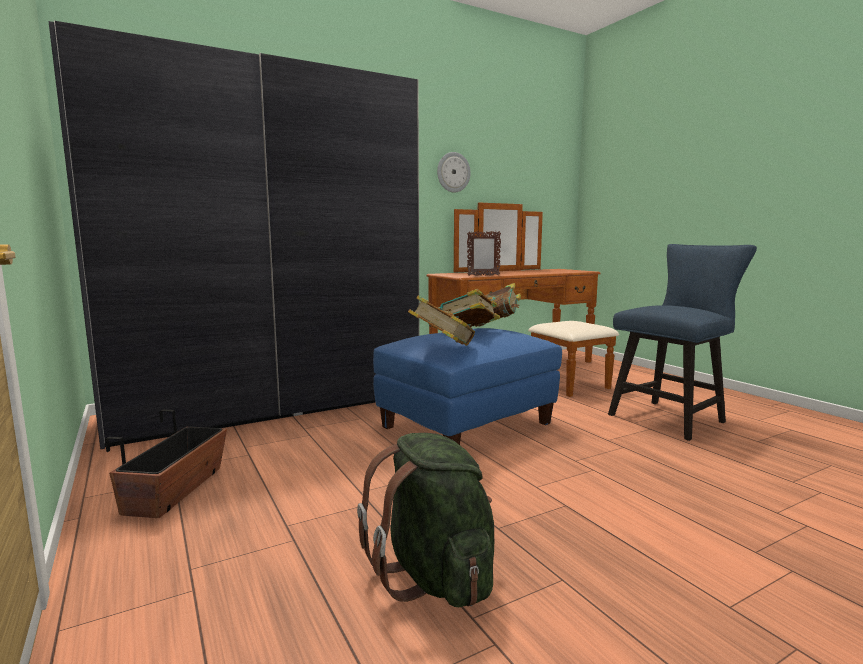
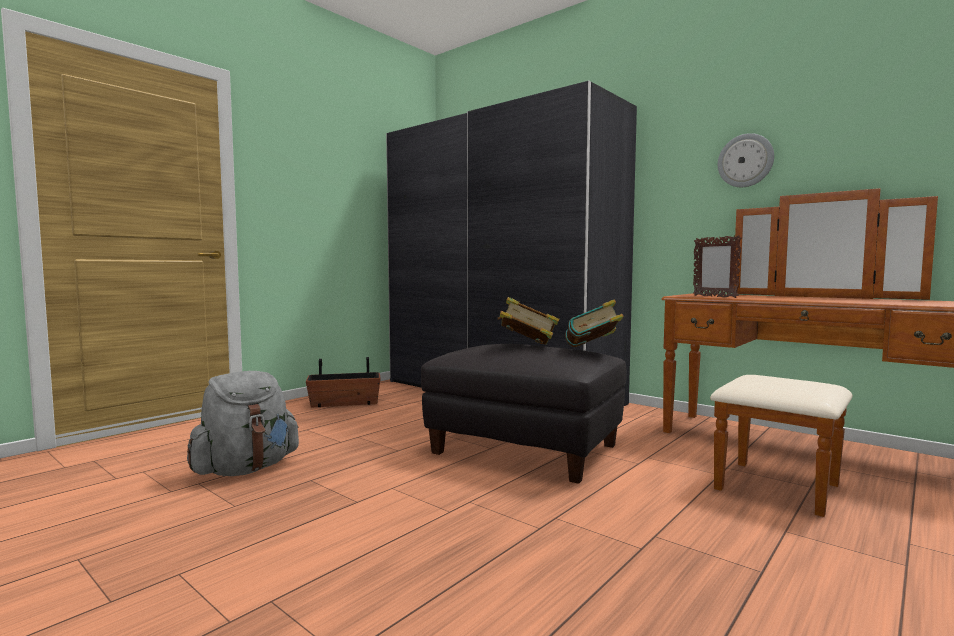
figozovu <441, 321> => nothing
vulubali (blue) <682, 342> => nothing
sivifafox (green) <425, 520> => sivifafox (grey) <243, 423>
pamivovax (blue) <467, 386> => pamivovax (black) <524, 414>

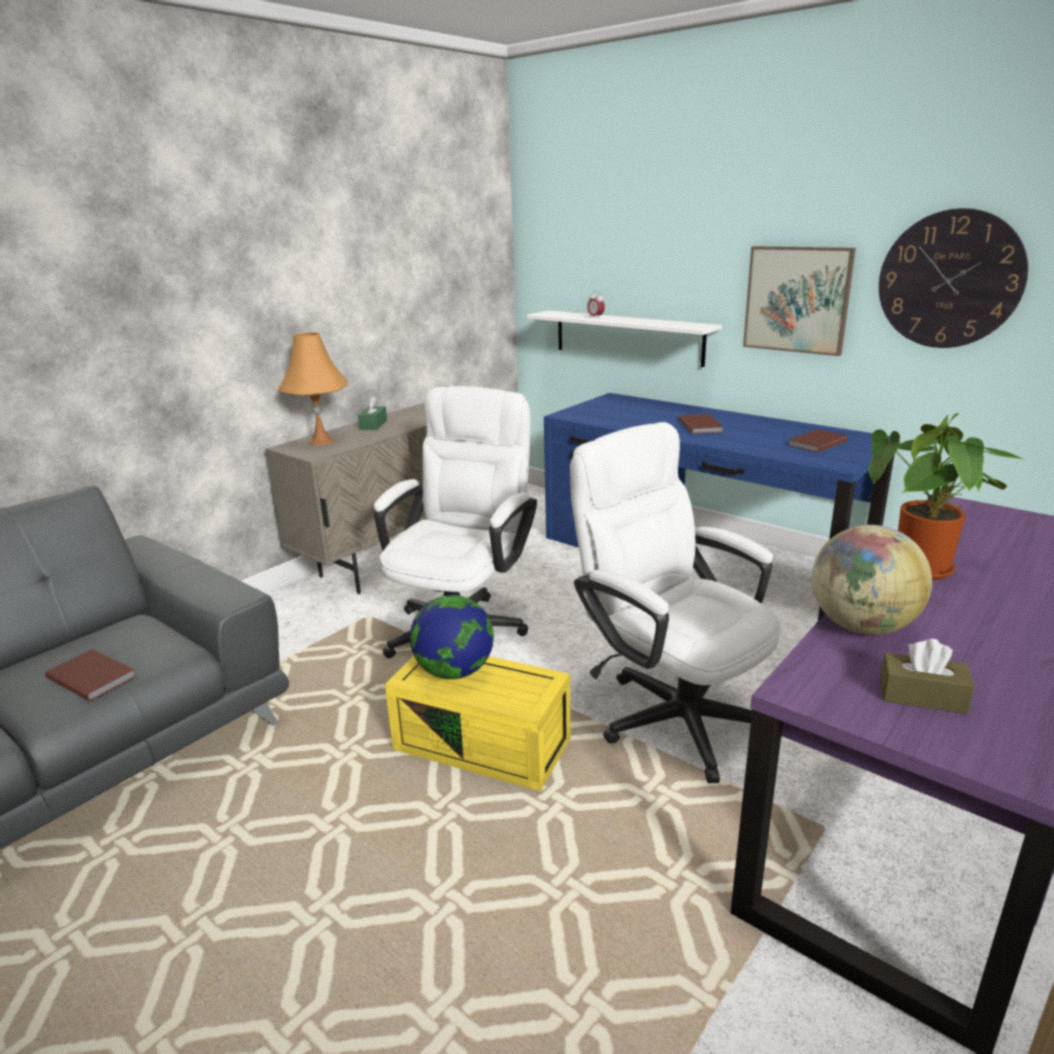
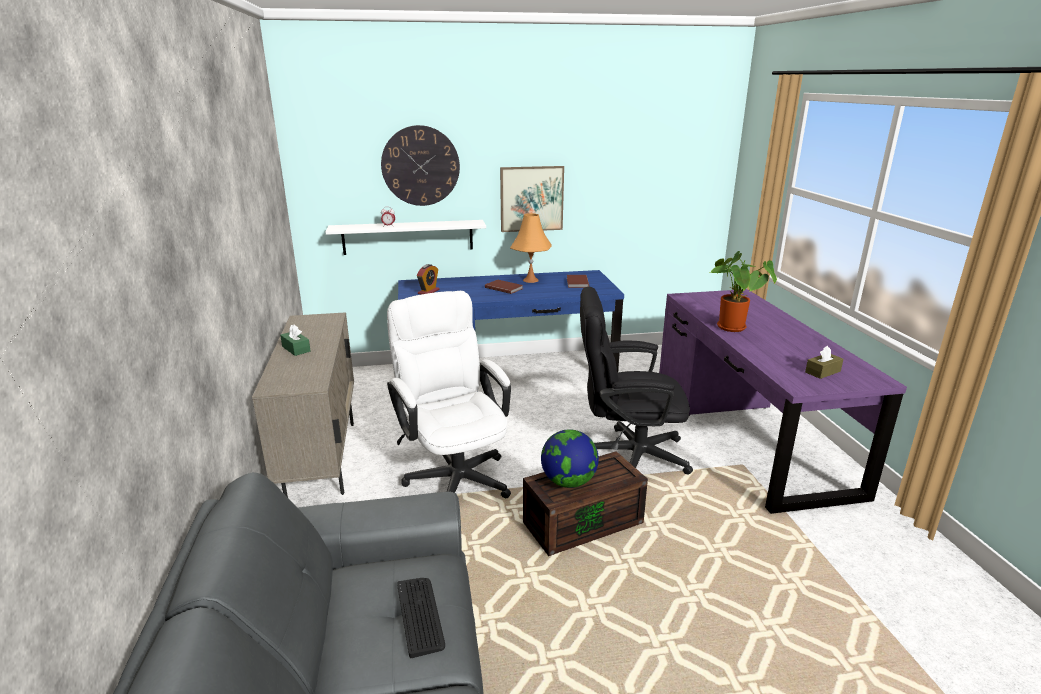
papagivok <872, 580> => nothing
nothing => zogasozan <428, 279>
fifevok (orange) <313, 388> => fifevok (orange) <531, 248>, move
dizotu <953, 278> => dizotu <420, 165>, move
figozovu (brown) <90, 675> => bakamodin <421, 618>
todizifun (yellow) <477, 723> => todizifun (brown) <585, 503>
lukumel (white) <676, 602> => lukumel (black) <636, 381>

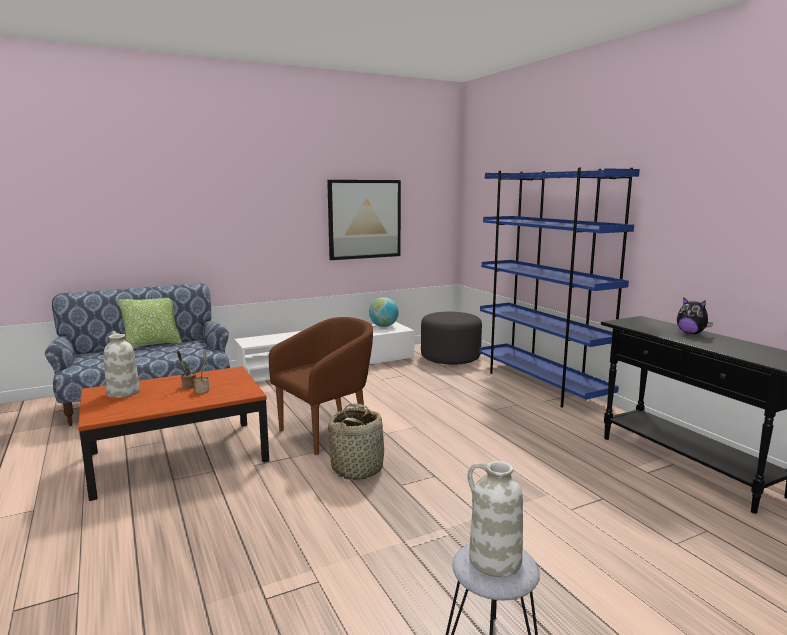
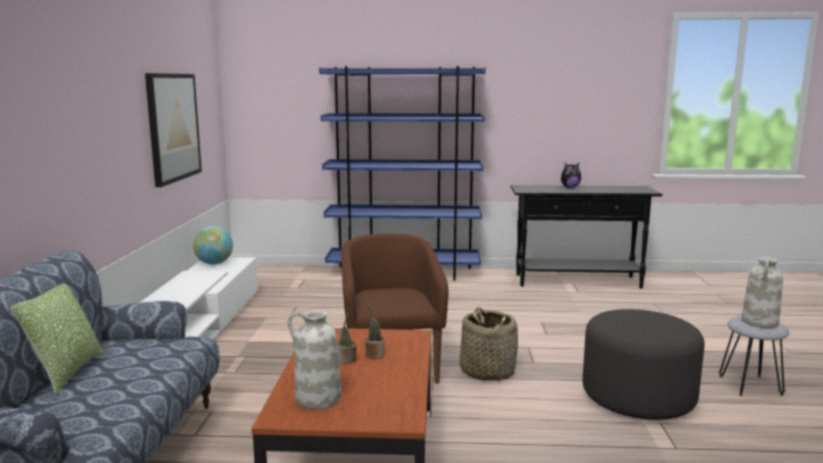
pamivovax (grey) <451, 338> => pamivovax (grey) <644, 364>, move

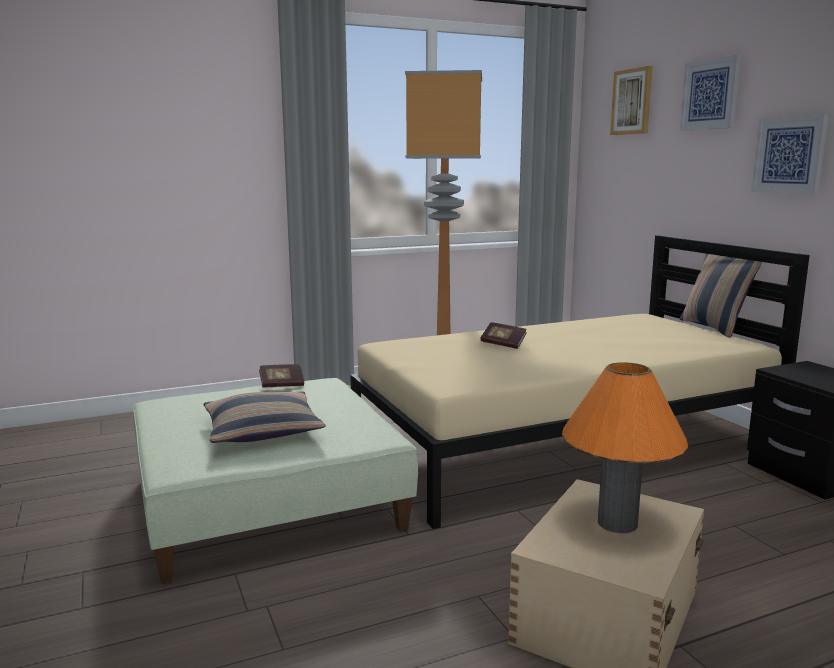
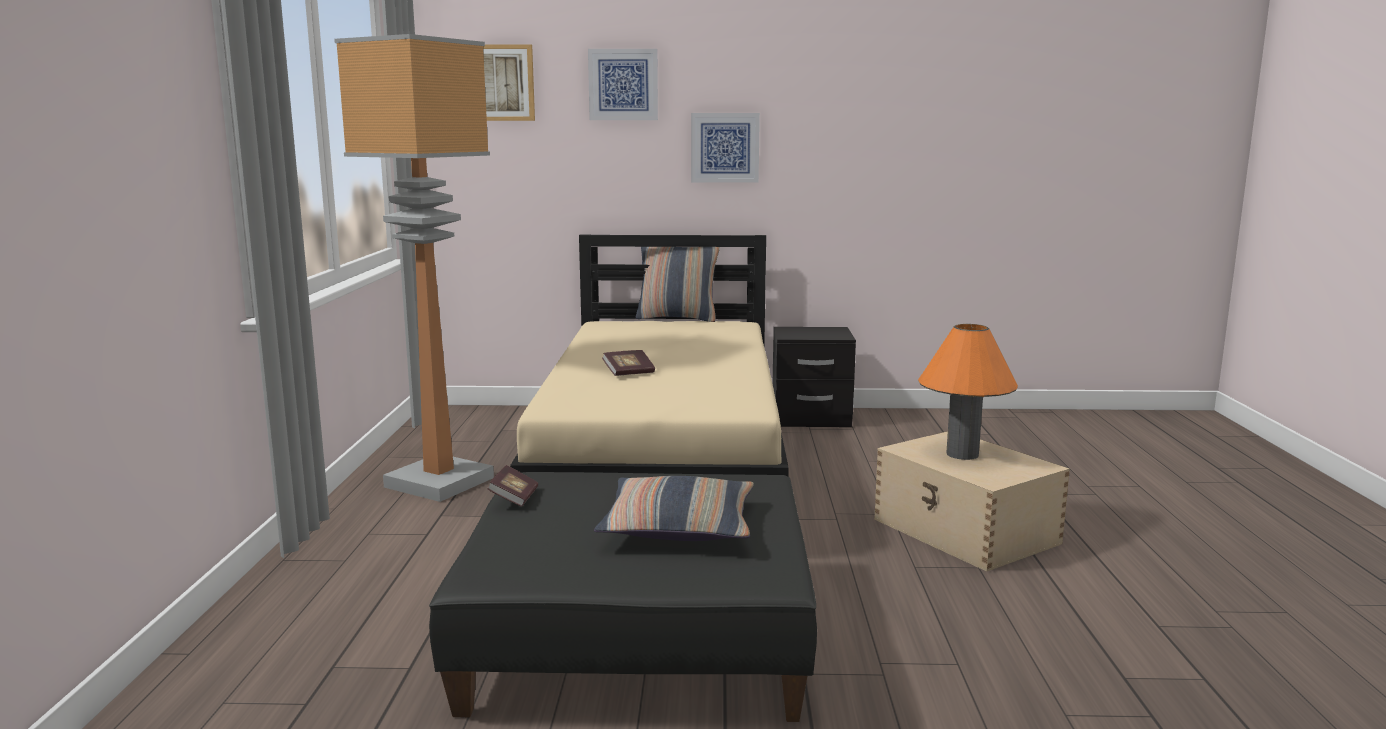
pamivovax (green) <275, 481> => pamivovax (black) <623, 597>

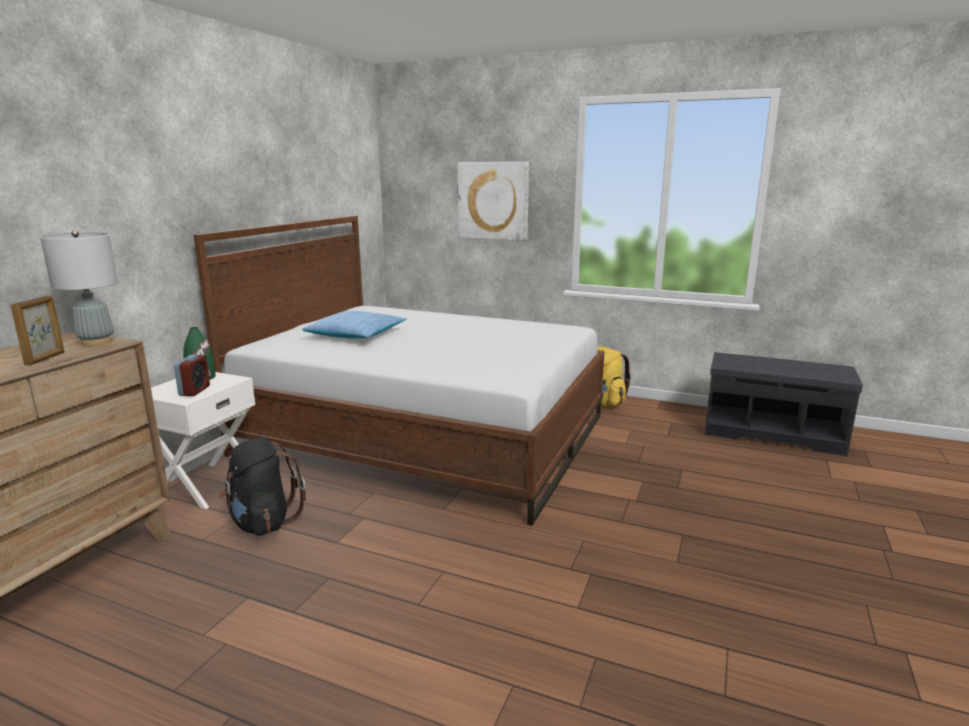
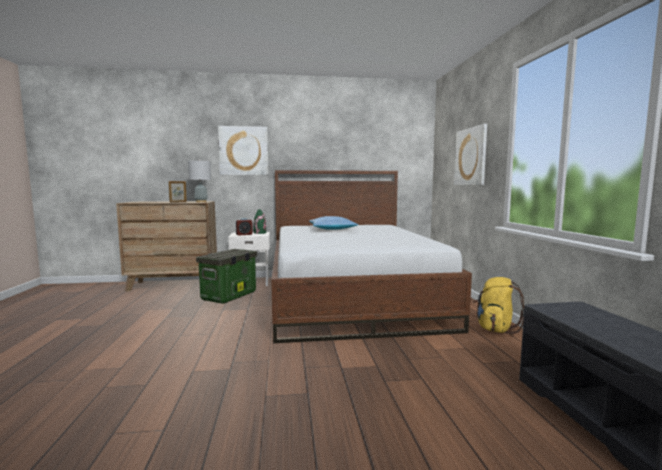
nothing => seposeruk <243, 150>
sivifafox (black) <262, 487> => todizifun <226, 276>

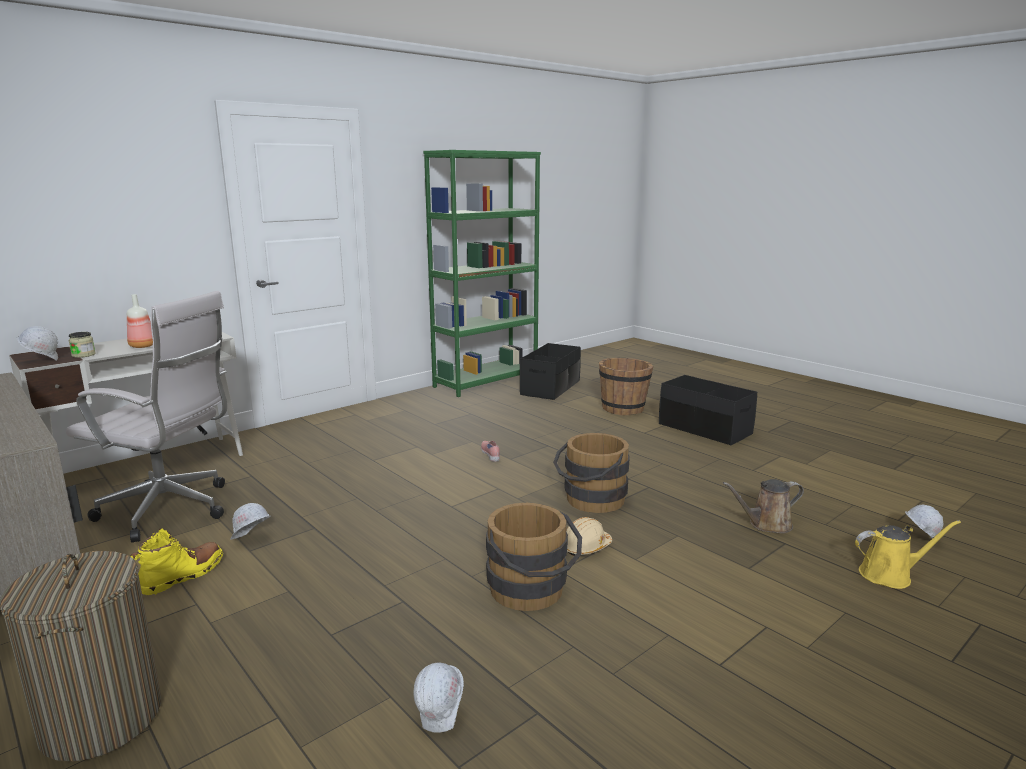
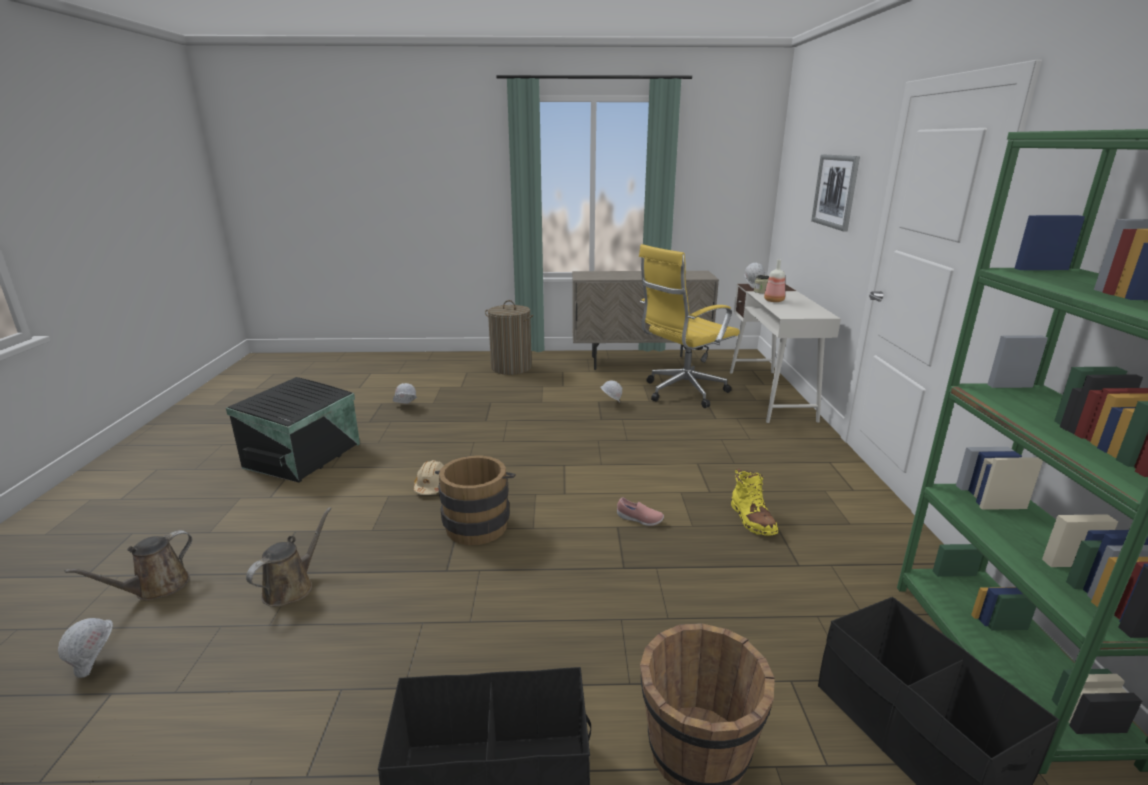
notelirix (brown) <534, 557> => nothing
nothing => todizifun (black) <293, 430>
nothing => seposeruk <835, 193>
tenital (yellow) <176, 561> => tenital (yellow) <754, 502>, move
lukumel (white) <146, 417> => lukumel (yellow) <689, 326>
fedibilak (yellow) <908, 554> => fedibilak (brown) <128, 565>

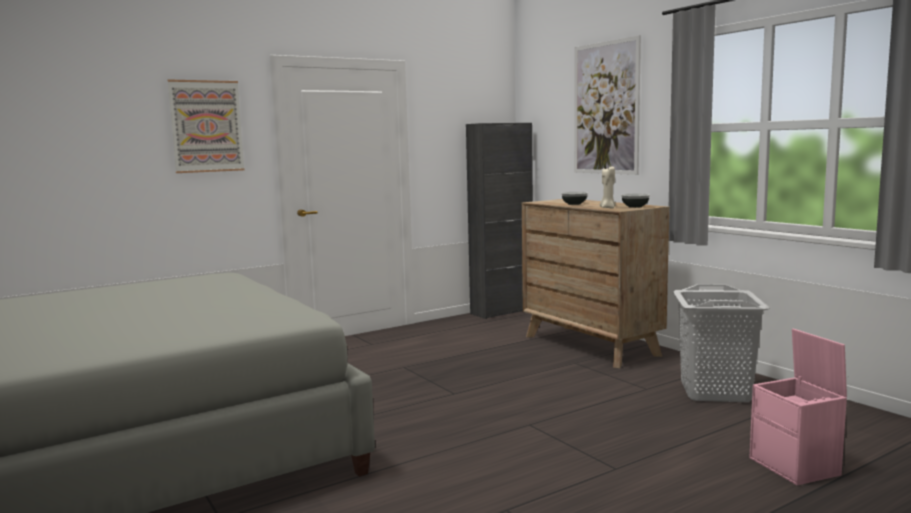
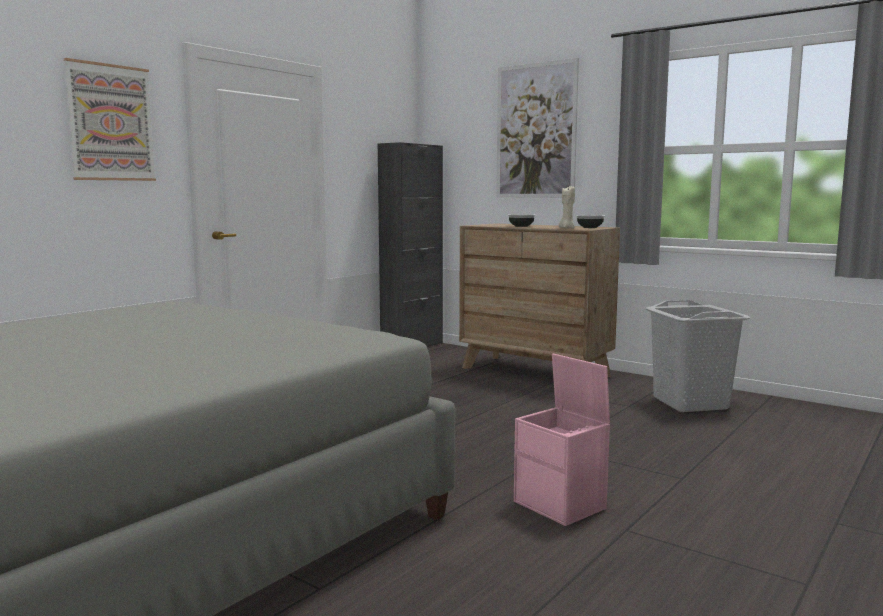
todizifun (pink) <798, 407> => todizifun (pink) <562, 440>, move

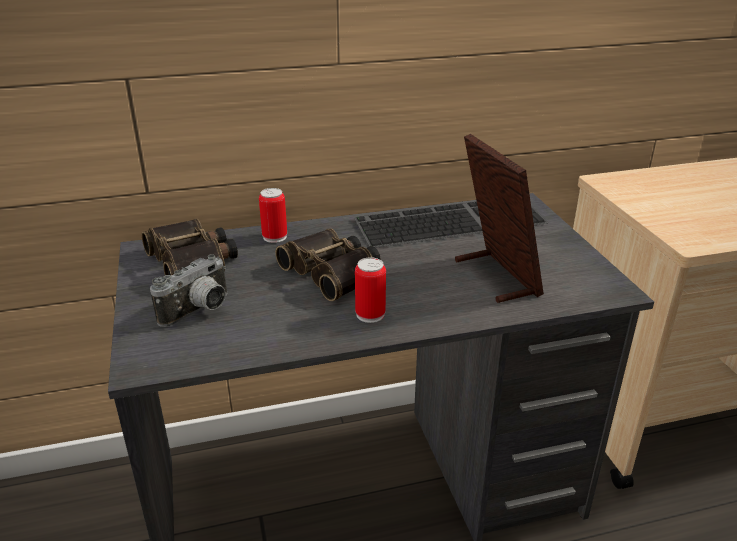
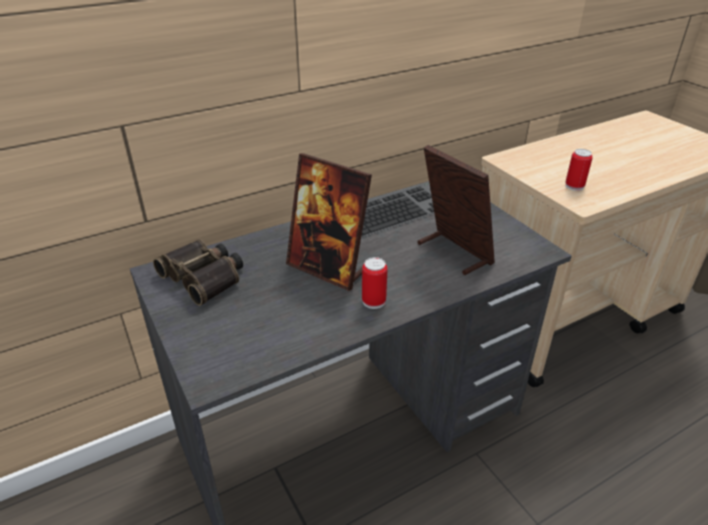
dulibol <188, 290> => nothing
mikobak <273, 215> => mikobak <579, 170>, move
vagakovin <327, 264> => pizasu <329, 222>

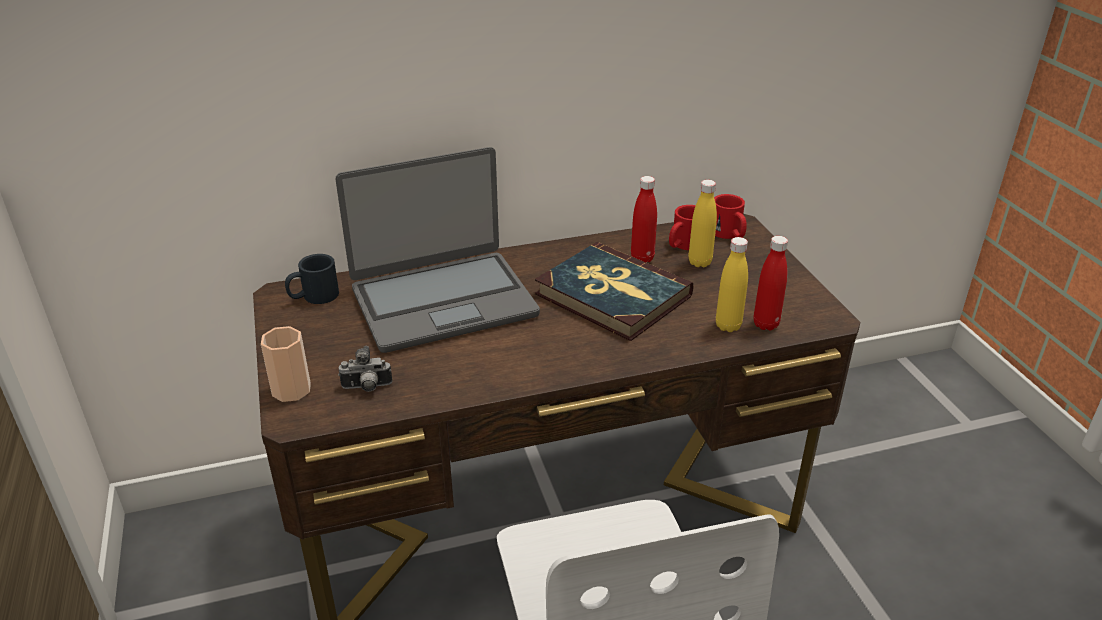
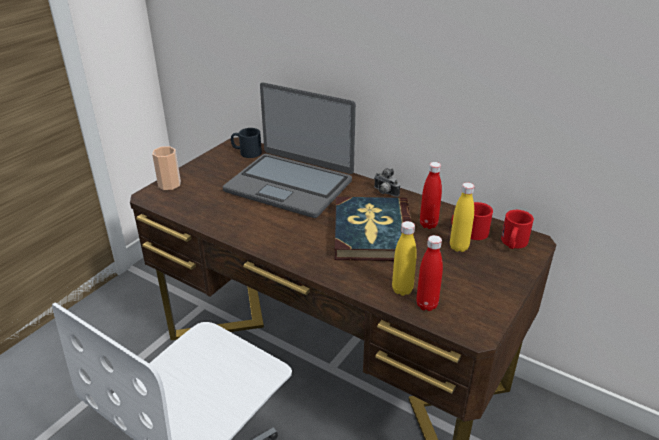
dulibol <365, 369> => dulibol <387, 182>, move

